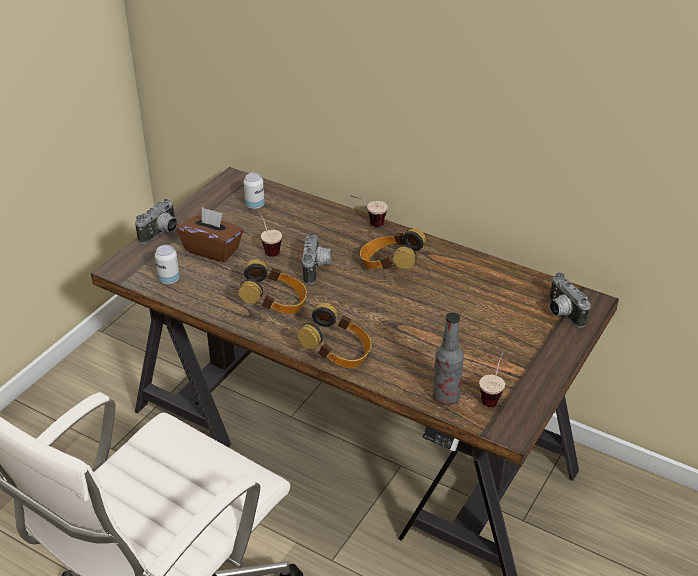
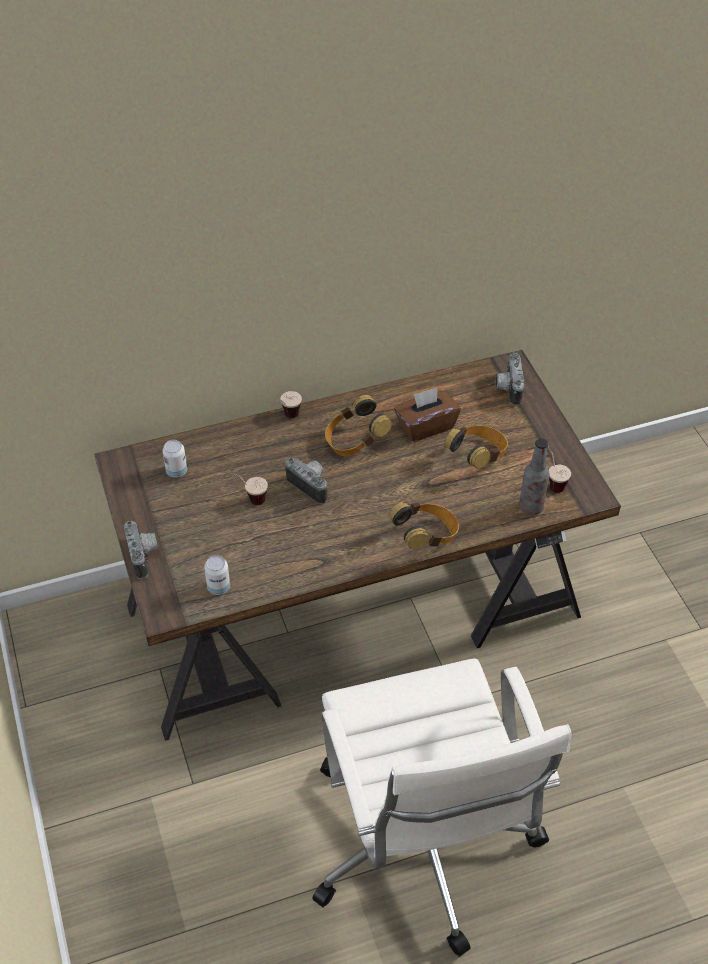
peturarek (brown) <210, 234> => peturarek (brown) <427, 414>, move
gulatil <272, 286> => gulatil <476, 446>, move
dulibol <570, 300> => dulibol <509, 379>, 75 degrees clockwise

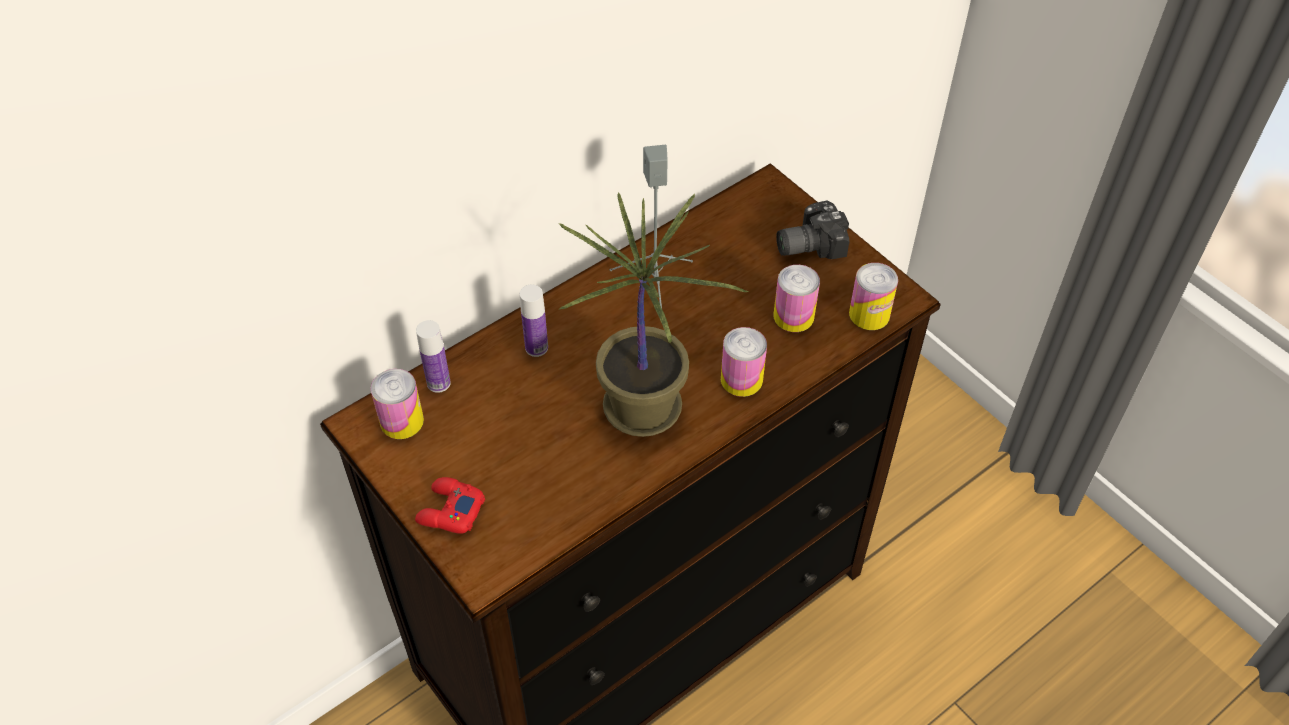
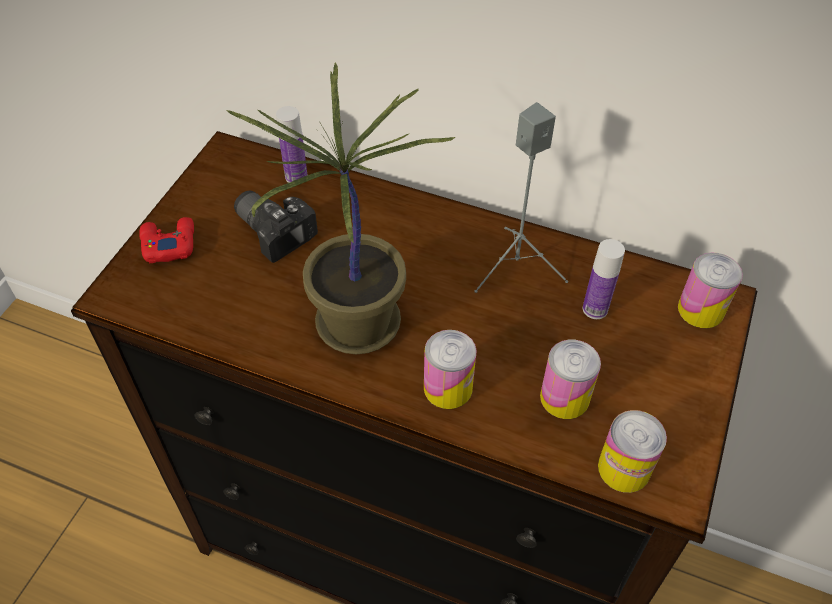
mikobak <397, 404> => mikobak <710, 290>, move
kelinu <534, 321> => kelinu <604, 279>, move
dulibol <812, 229> => dulibol <276, 226>, move

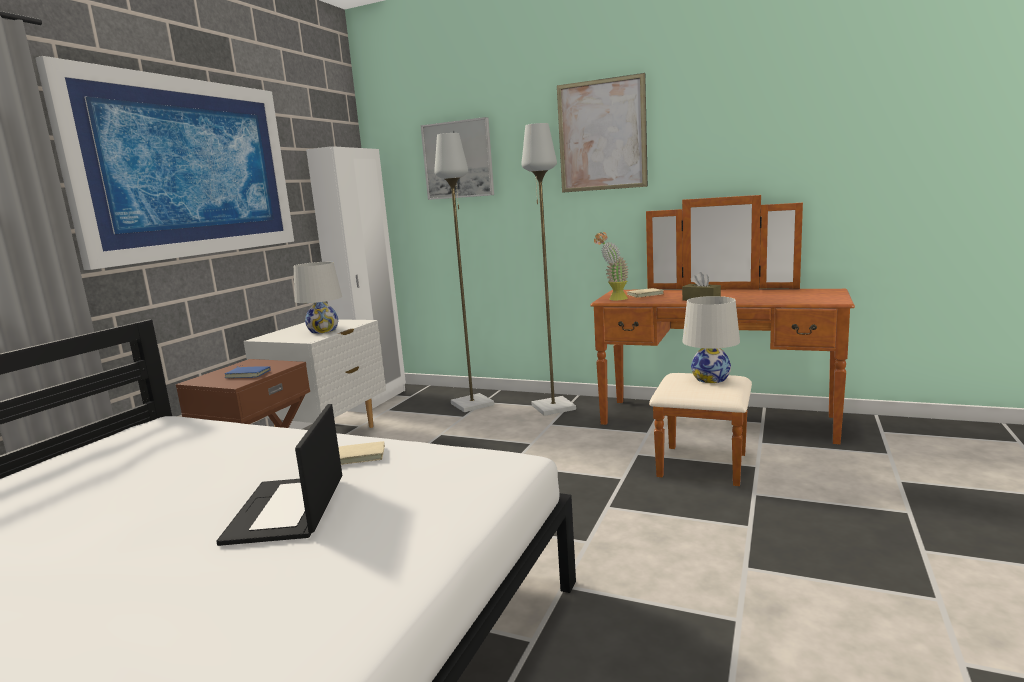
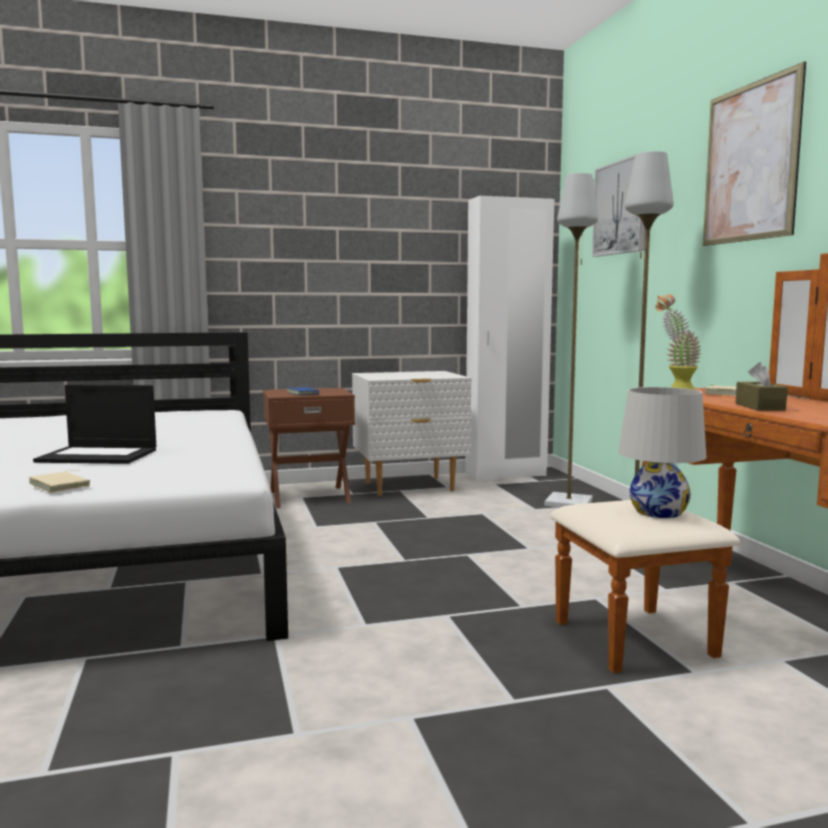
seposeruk <164, 163> => nothing
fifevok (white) <318, 297> => nothing
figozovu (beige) <361, 453> => figozovu (beige) <59, 481>, move
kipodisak <279, 475> => kipodisak <94, 424>, 135 degrees counterclockwise

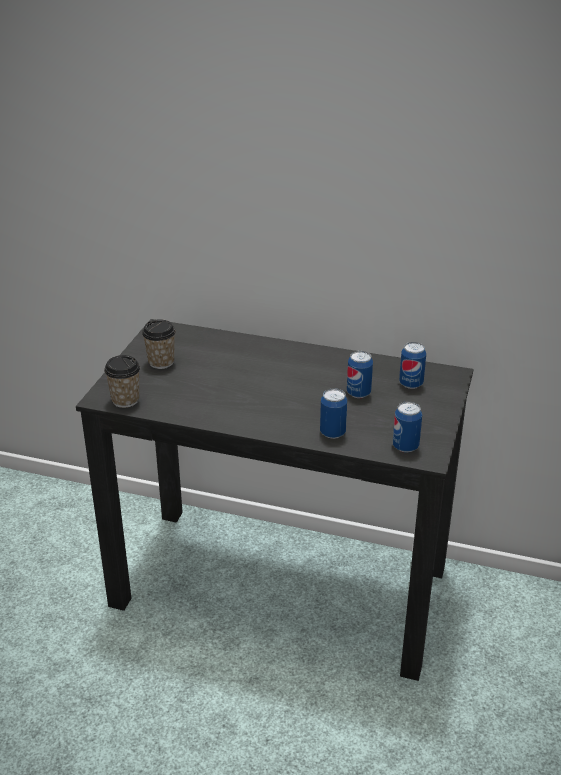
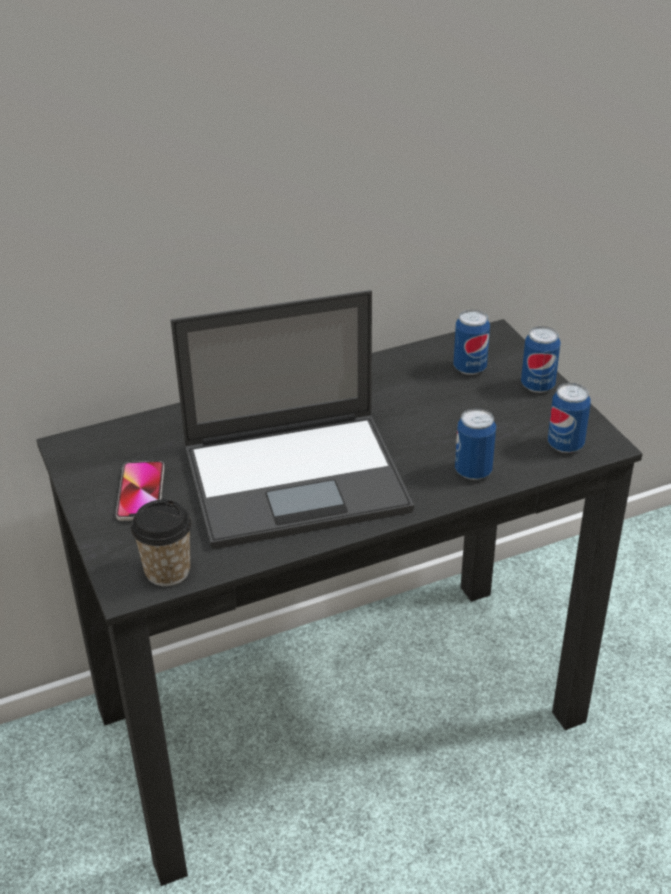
nothing => kipodisak <292, 419>
mikobak <360, 374> => mikobak <541, 359>, move
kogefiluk <159, 344> => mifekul <140, 491>

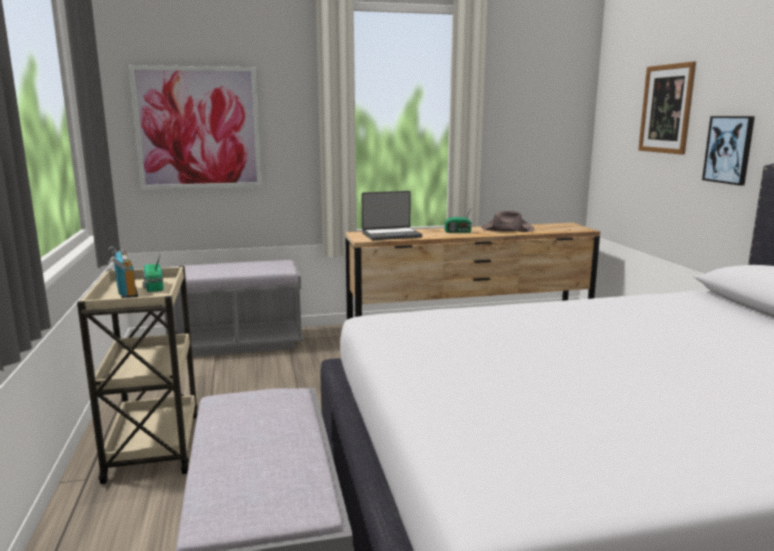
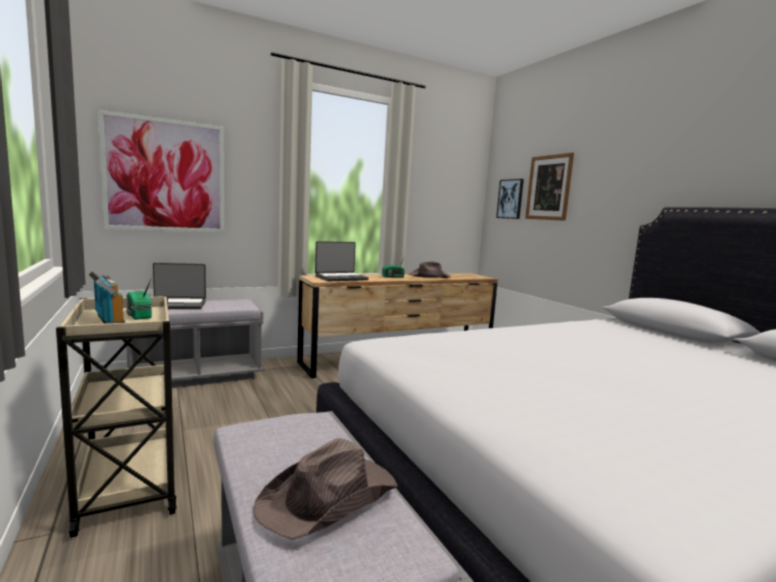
nothing => kipodisak <179, 286>
nothing => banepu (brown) <325, 489>
seposeruk <728, 151> => seposeruk <510, 199>, move

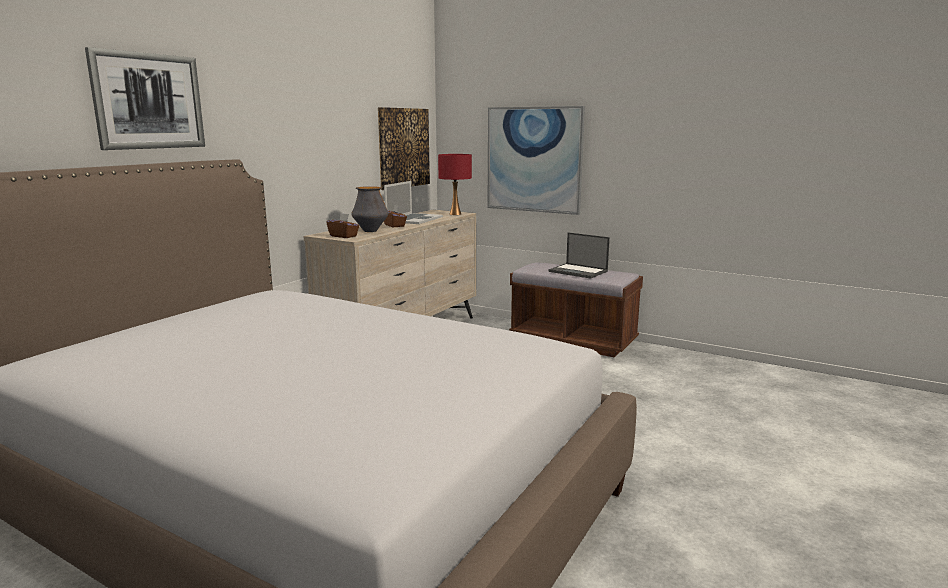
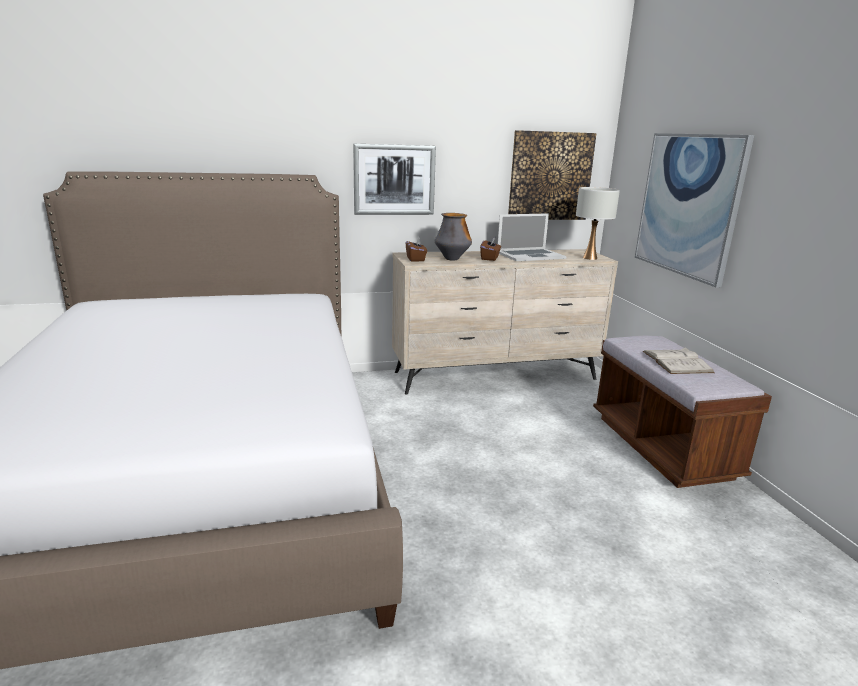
seposeruk <145, 98> => seposeruk <394, 179>, move
kipodisak <579, 255> => figozovu (white) <678, 360>
fifevok (red) <455, 184> => fifevok (white) <598, 223>

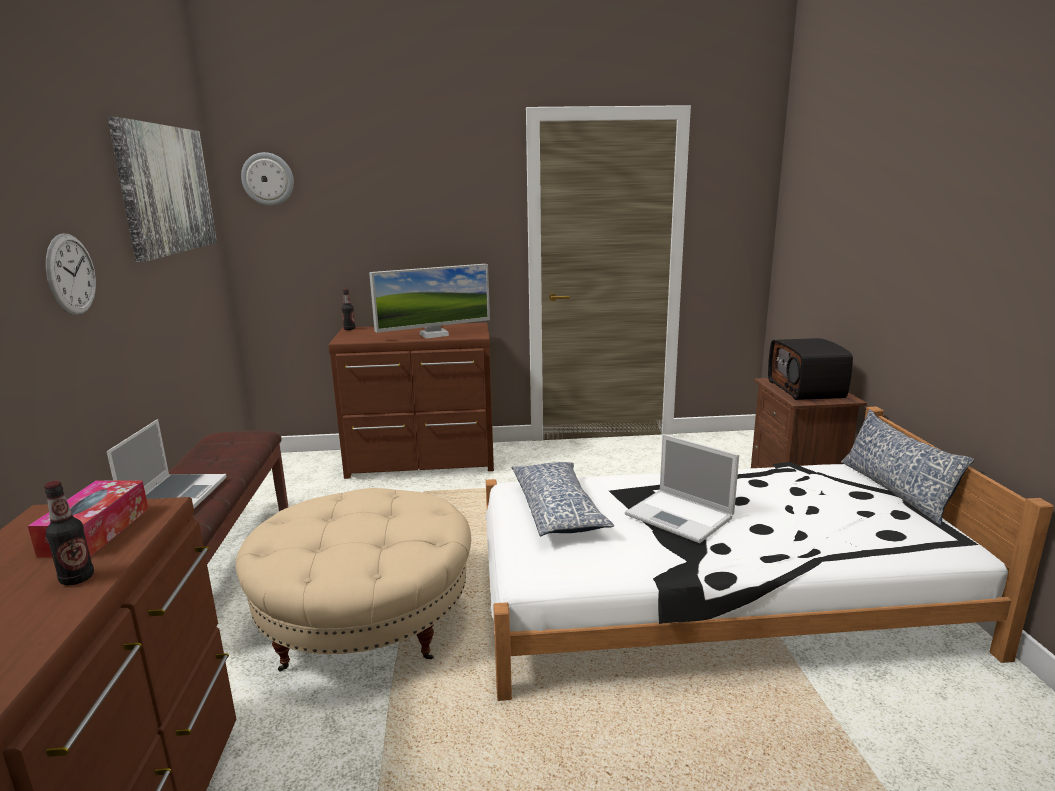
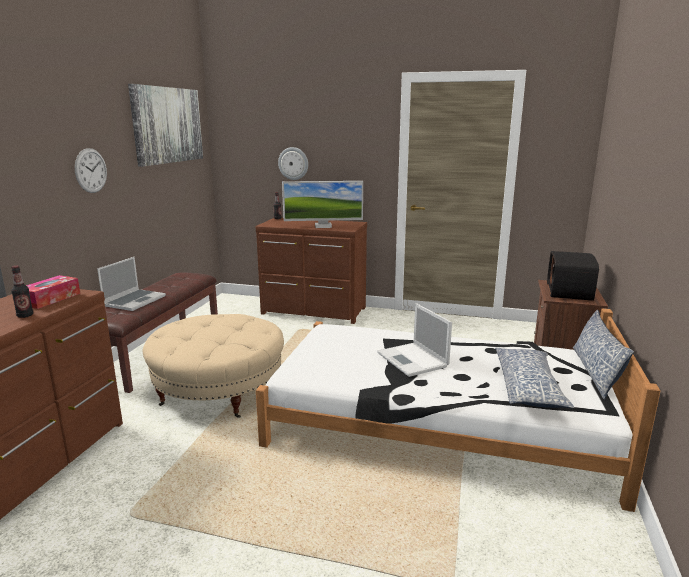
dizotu <267, 179> => dizotu <293, 163>, move
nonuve <563, 499> => nonuve <534, 378>, move

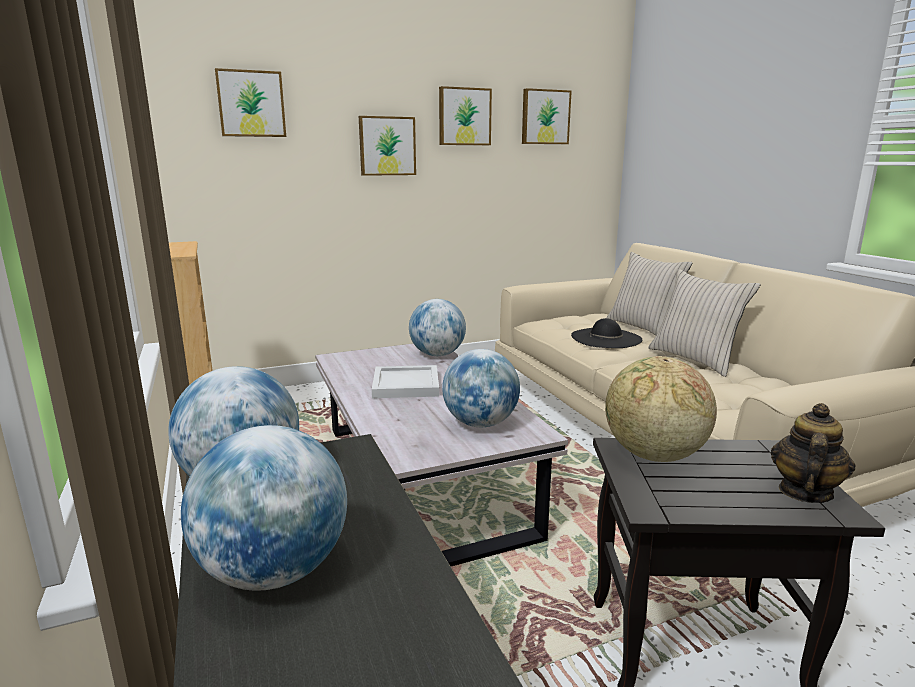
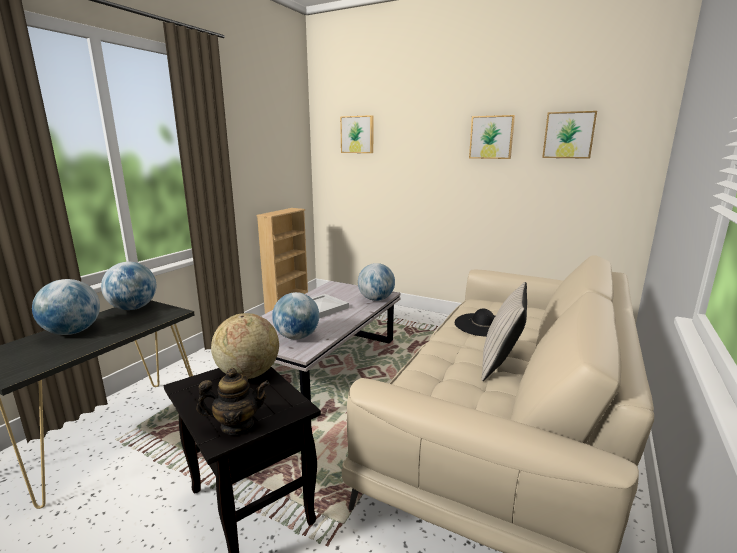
seposeruk <387, 146> => nothing
nonuve (beige) <649, 294> => nothing

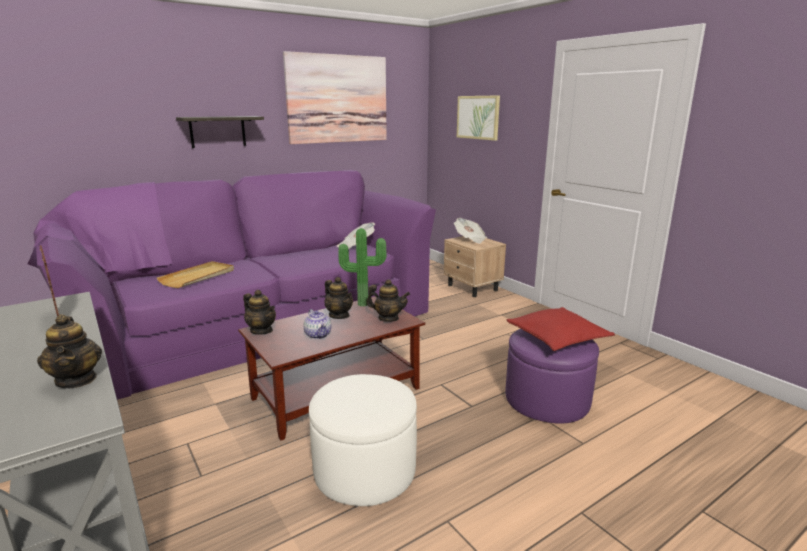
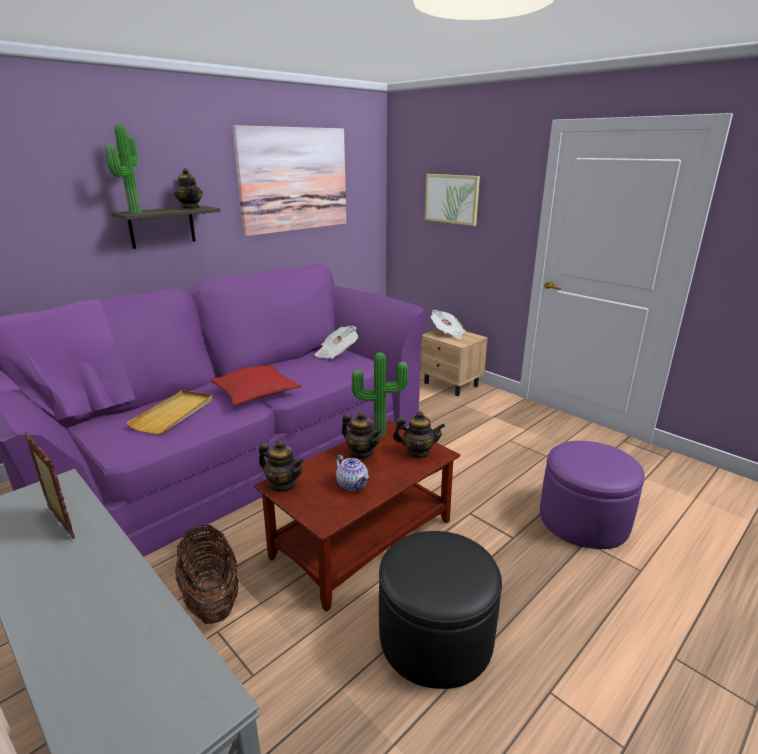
nothing => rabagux <123, 169>
nothing => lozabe <206, 574>
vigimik <69, 351> => vigimik <188, 188>, move
nonuve (red) <560, 329> => nonuve (red) <255, 385>, move
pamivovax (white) <363, 440> => pamivovax (black) <440, 610>

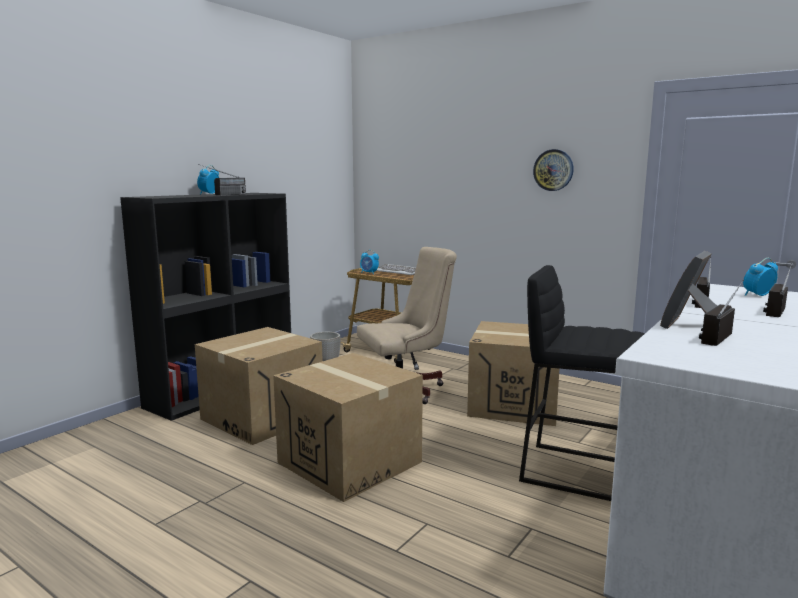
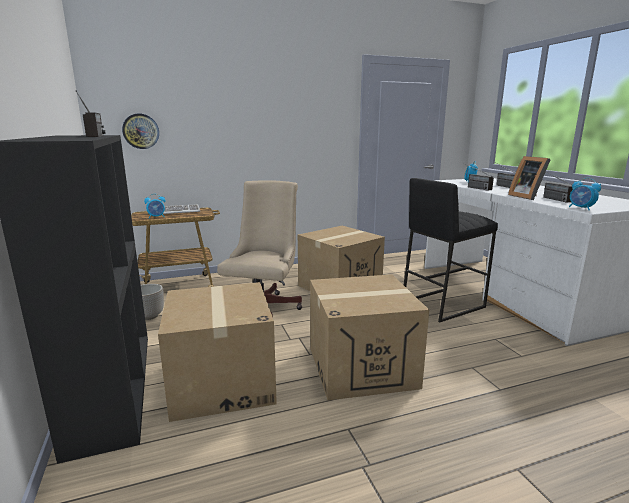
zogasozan <208, 179> => zogasozan <585, 194>, move
dizotu <553, 170> => dizotu <140, 131>, move

